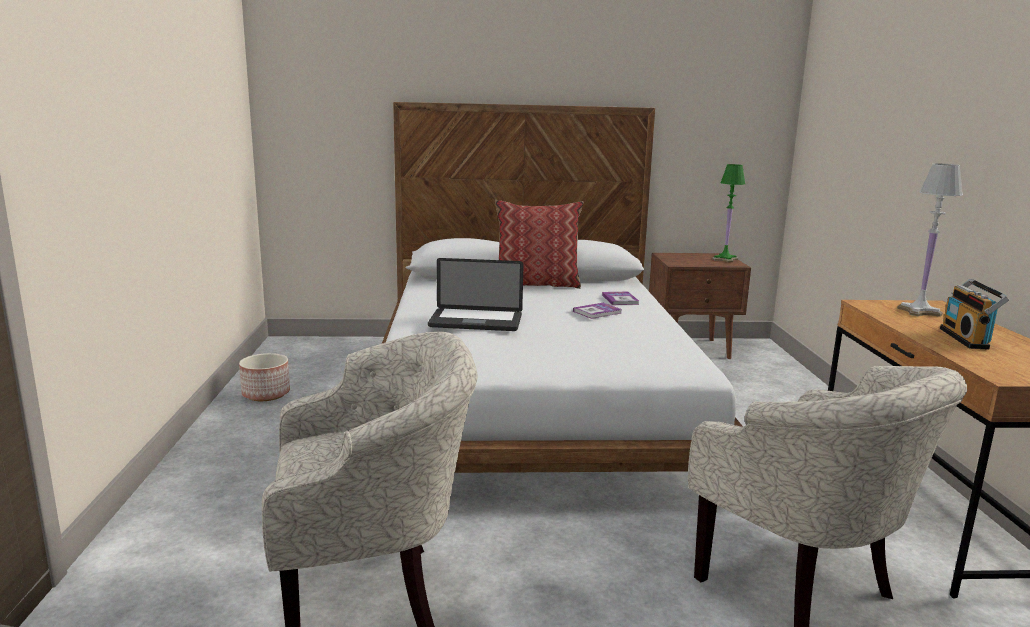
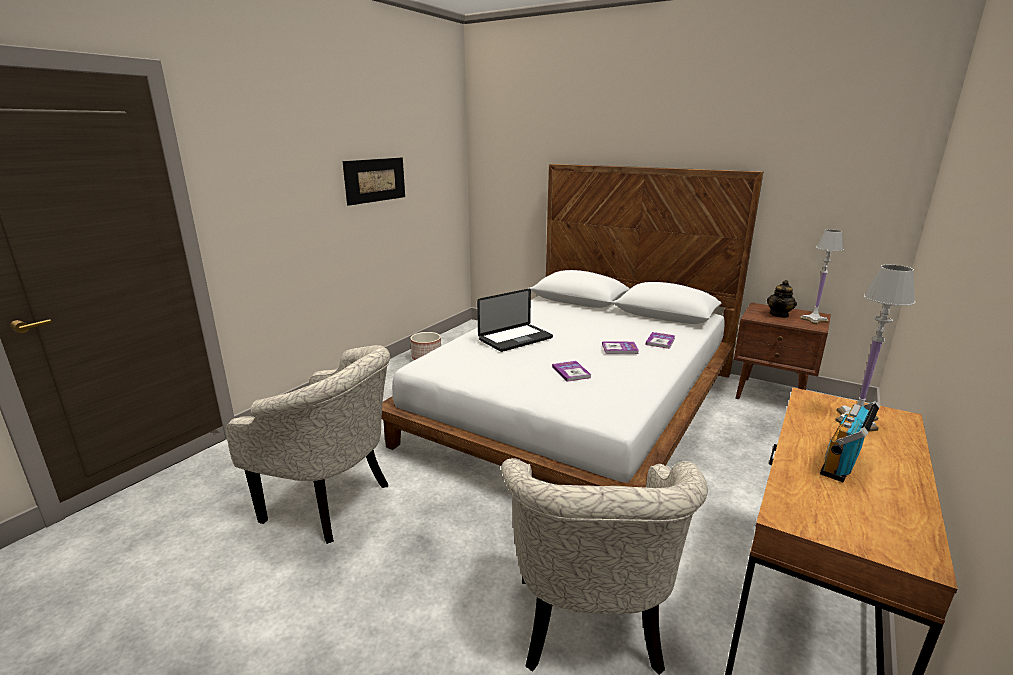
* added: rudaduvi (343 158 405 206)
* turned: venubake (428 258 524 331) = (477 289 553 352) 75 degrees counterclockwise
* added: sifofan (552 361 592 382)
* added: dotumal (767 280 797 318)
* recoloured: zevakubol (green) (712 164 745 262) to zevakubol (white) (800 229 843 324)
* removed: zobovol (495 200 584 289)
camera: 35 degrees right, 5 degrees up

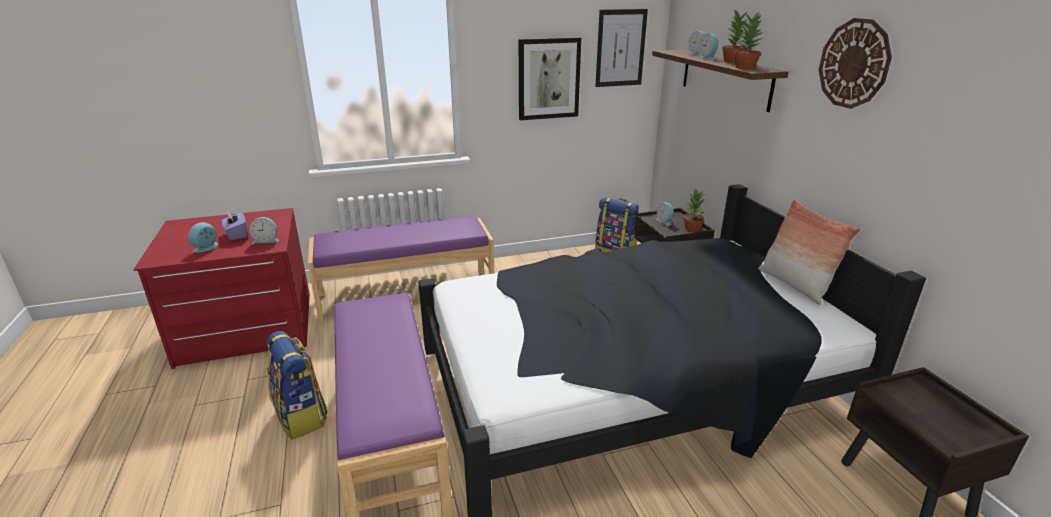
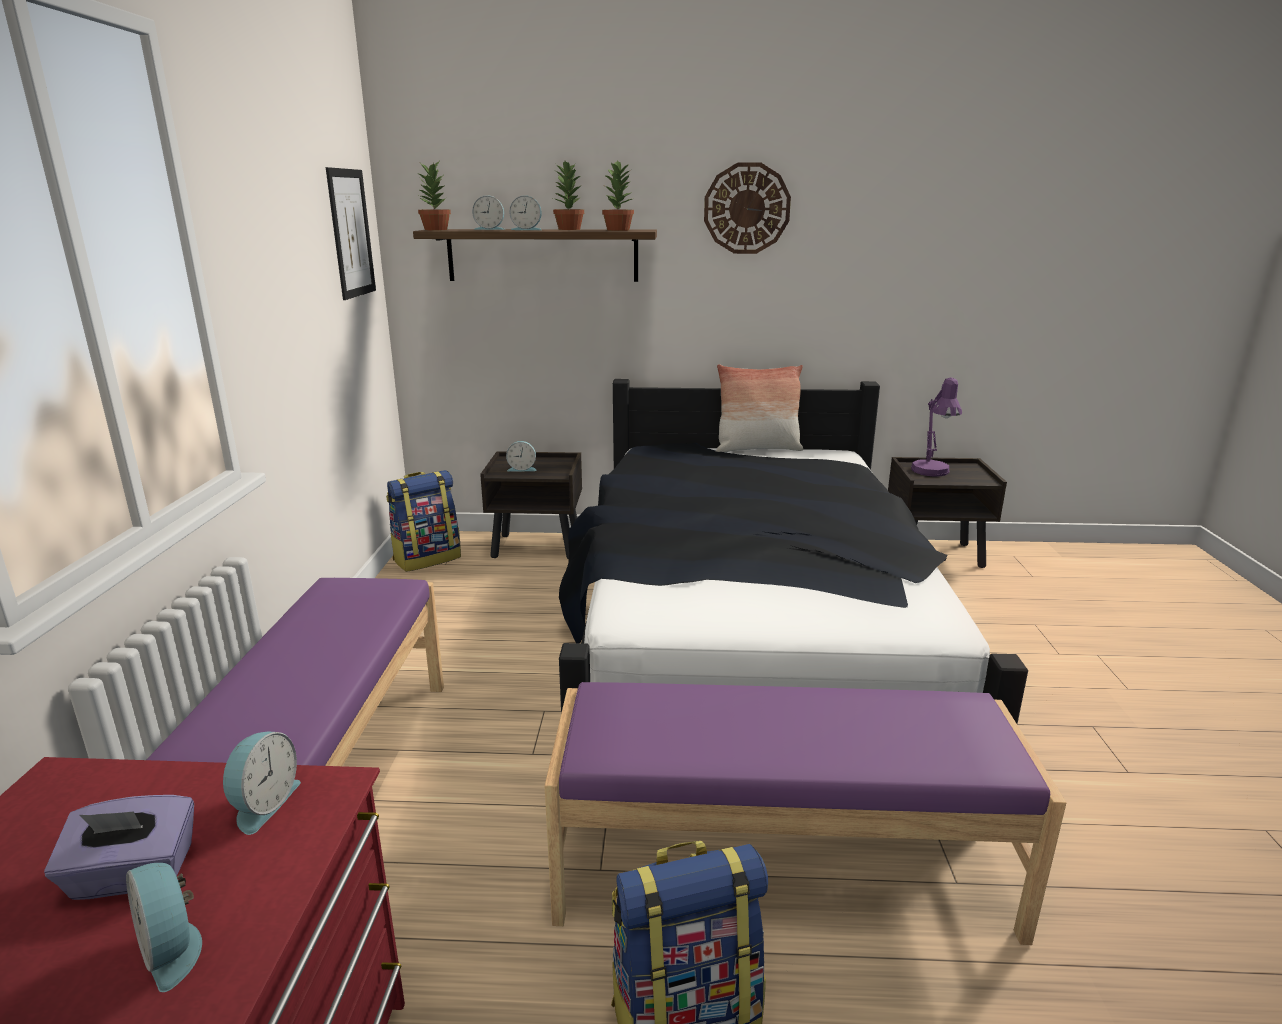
* moved: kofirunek (683 189 706 232) to (416 162 451 230)
* added: zevakubol (purple) (911 377 962 477)
* removed: rudaduvi (519 37 581 120)
camera: 70 degrees left, 5 degrees down

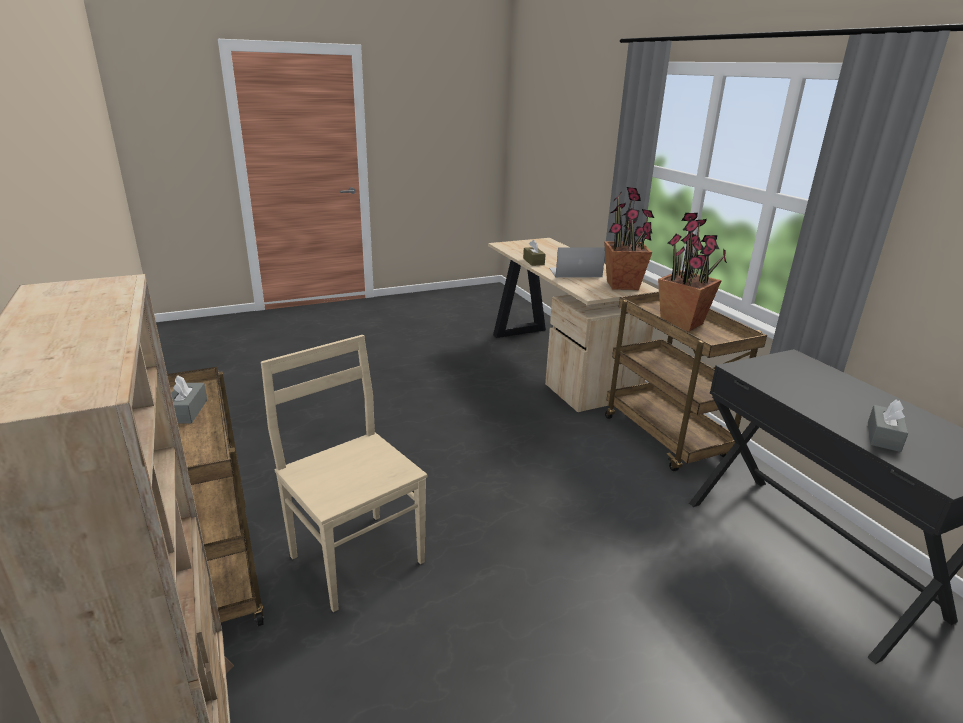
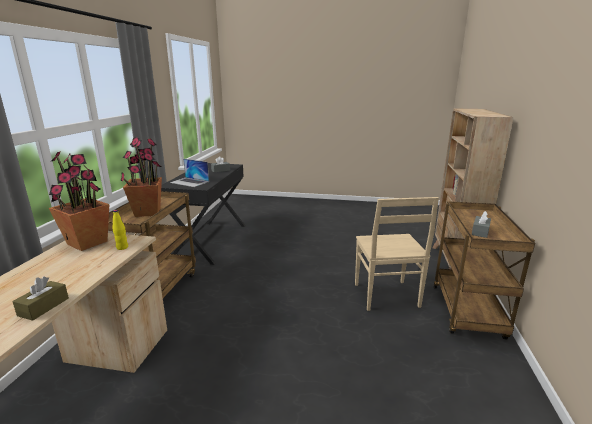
* added: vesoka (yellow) (113 210 128 250)
* moved: venubake (549 247 605 278) to (170 159 209 187)
camera: 145 degrees left, 5 degrees down

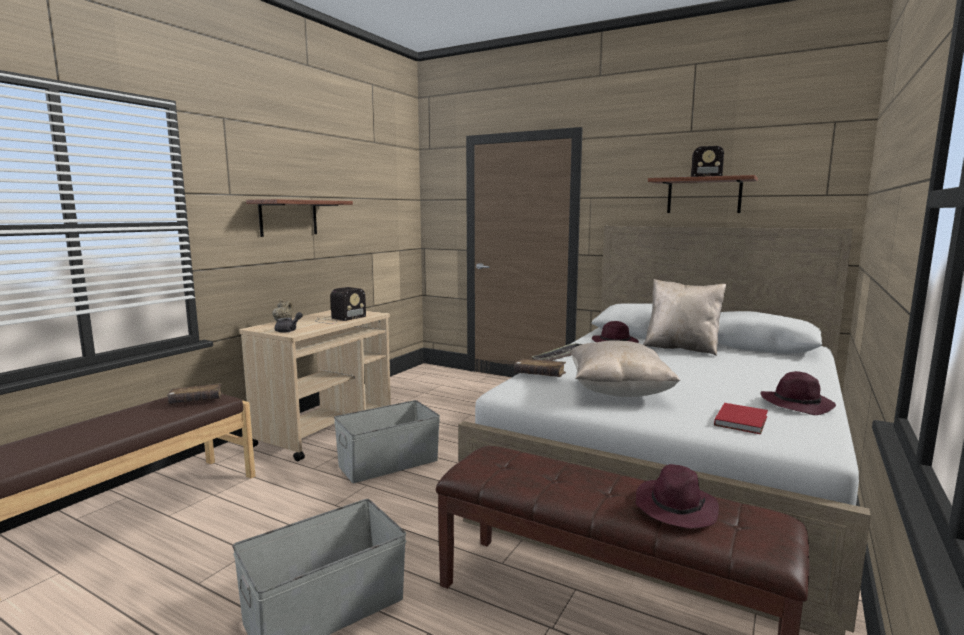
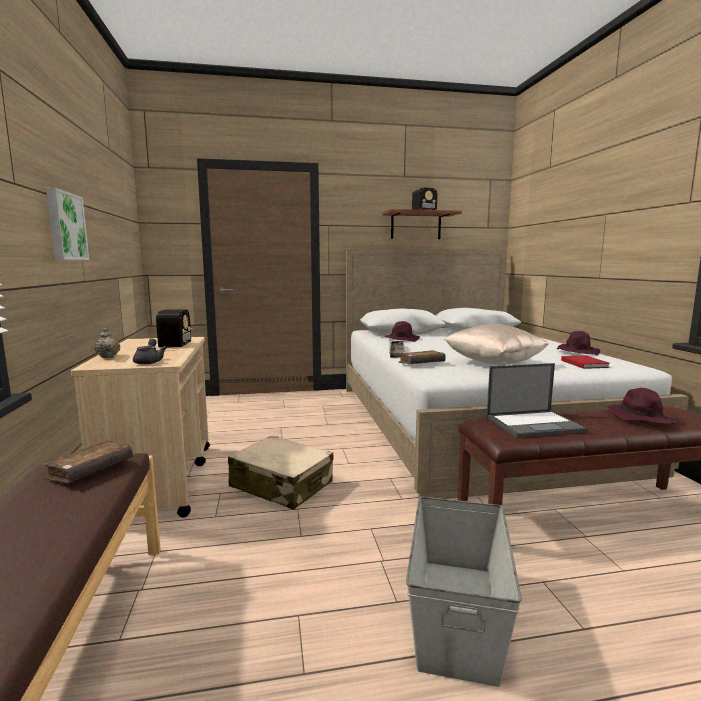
* replaced: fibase (246 199 353 237) to rudaduvi (46 188 89 260)
* replaced: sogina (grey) (334 400 440 483) to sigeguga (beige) (228 435 333 510)
* added: venubake (487 363 588 438)
* removed: zobovol (beige) (643 279 727 356)
camera: 40 degrees left, 0 degrees up

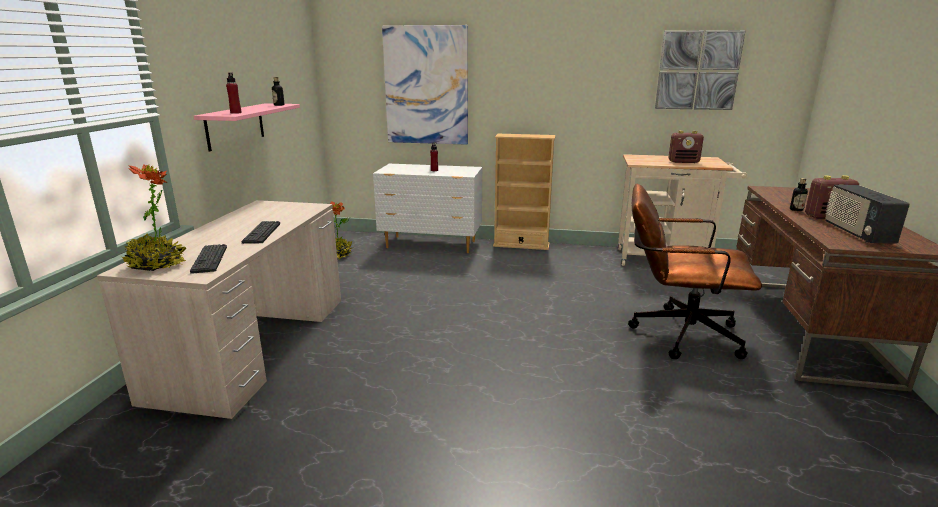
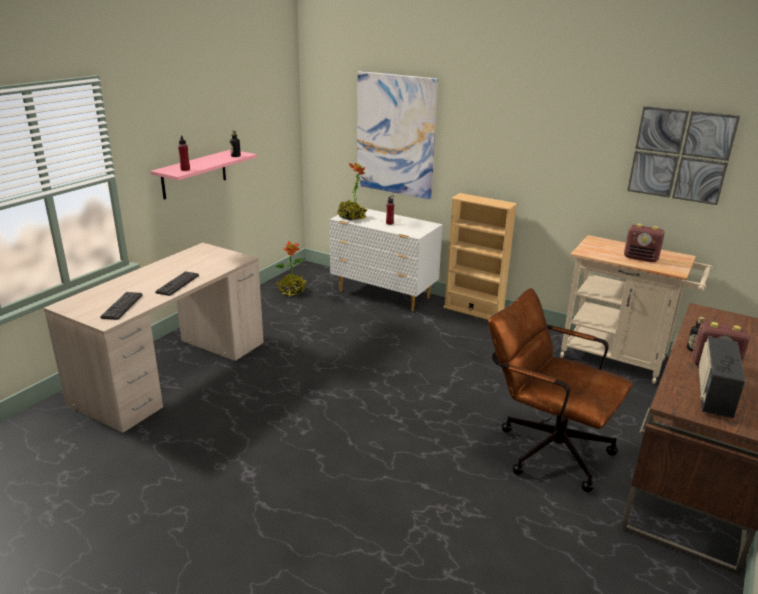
* moved: kofirunek (122 165 187 271) to (336 163 368 220)
camera: 20 degrees right, 5 degrees up

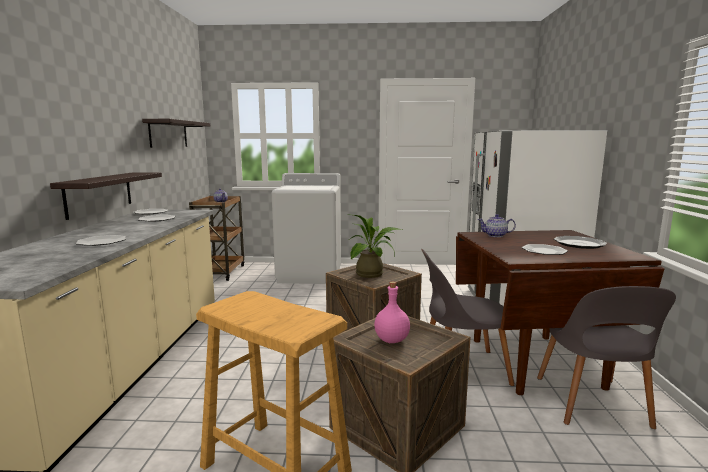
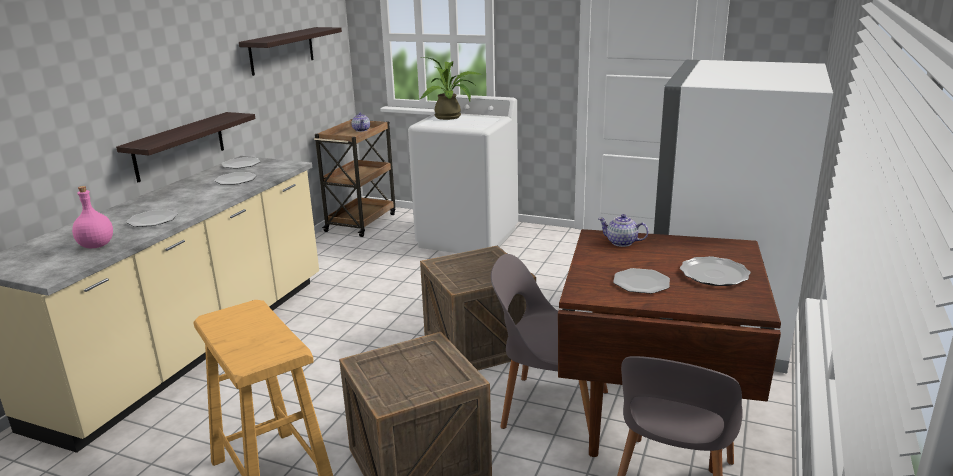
* moved: vesoka (pink) (374 282 410 343) to (72 186 113 248)
* moved: kofirunek (350 215 402 278) to (420 57 483 120)
camera: 20 degrees right, 10 degrees up

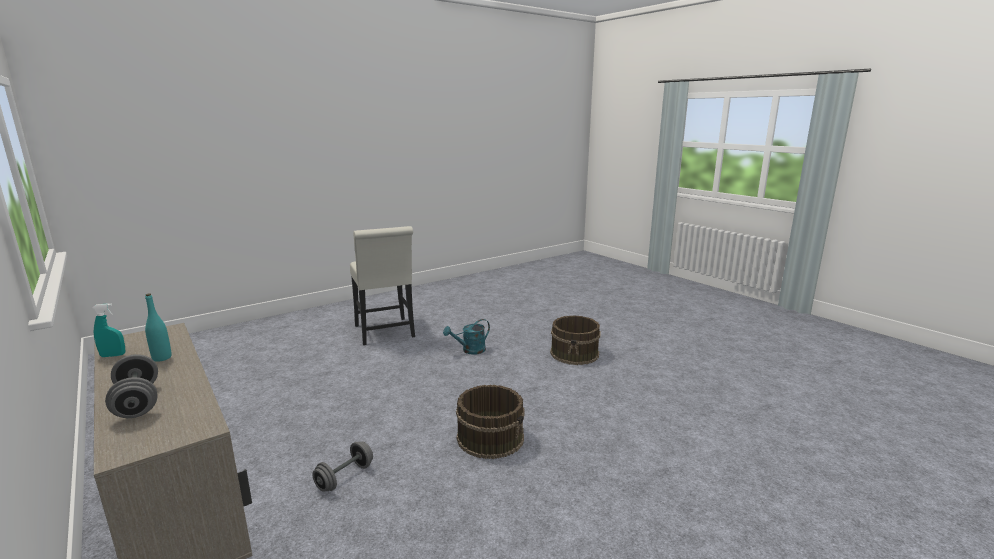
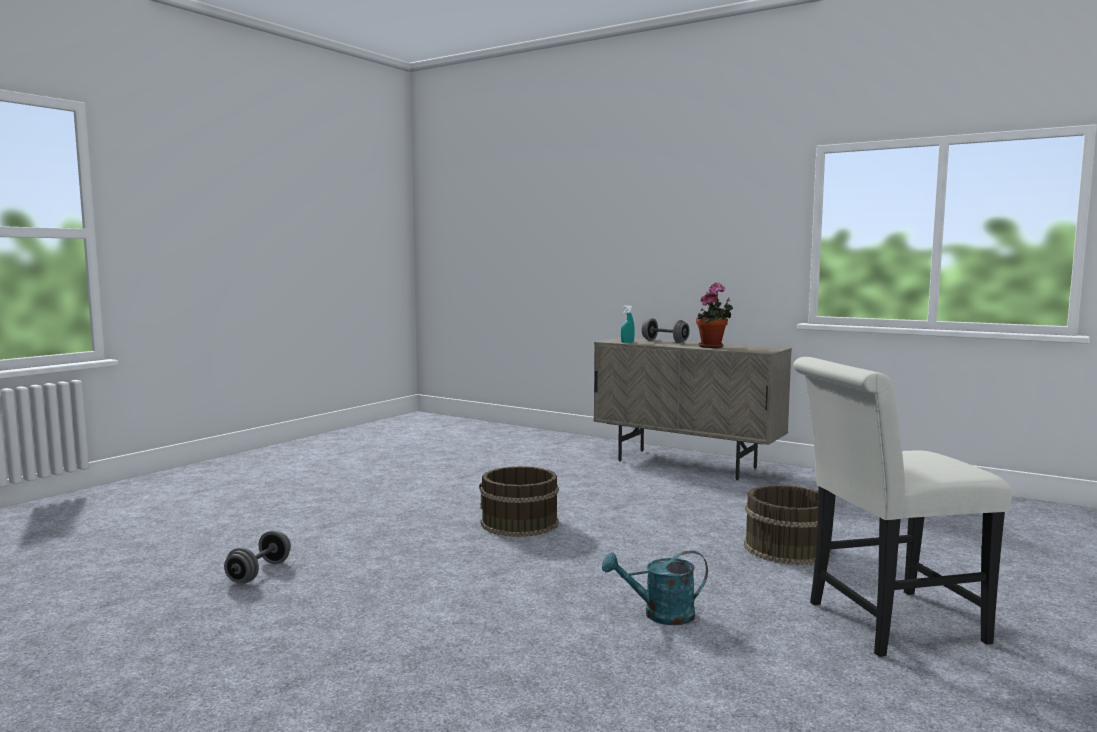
* moved: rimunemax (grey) (312 441 373 492) to (224 530 291 583)
* turned: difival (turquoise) (443 319 490 355) = (602 550 708 625) 135 degrees counterclockwise
* moved: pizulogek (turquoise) (92 303 125 357) to (621 305 635 343)
* replaced: vesoka (turquoise) (145 293 172 362) to kofirunek (696 282 733 348)
* moved: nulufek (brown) (550 315 601 365) to (744 485 832 565)
* turned: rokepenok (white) (350 226 415 345) = (793 357 1012 657) 60 degrees counterclockwise
camera: 160 degrees right, 10 degrees down

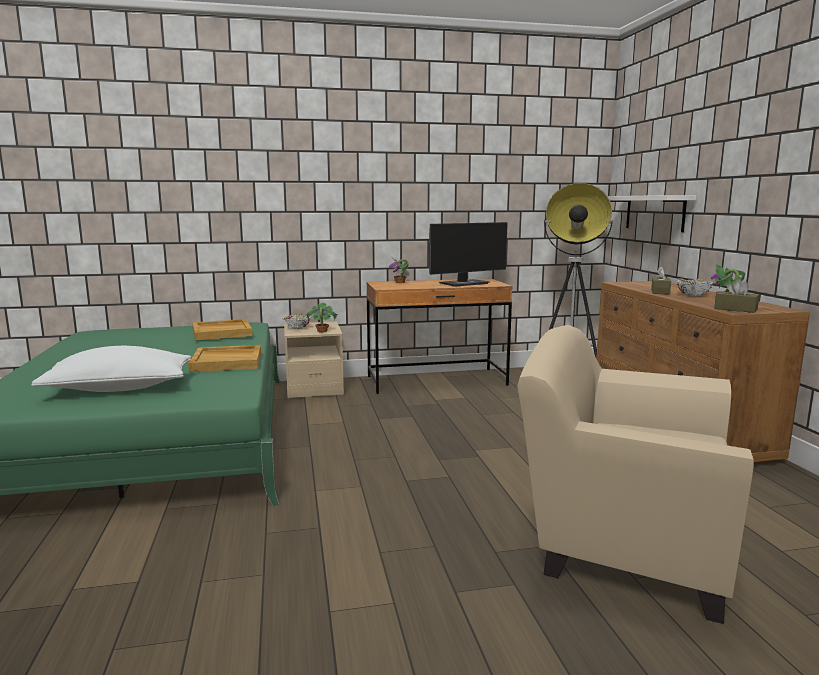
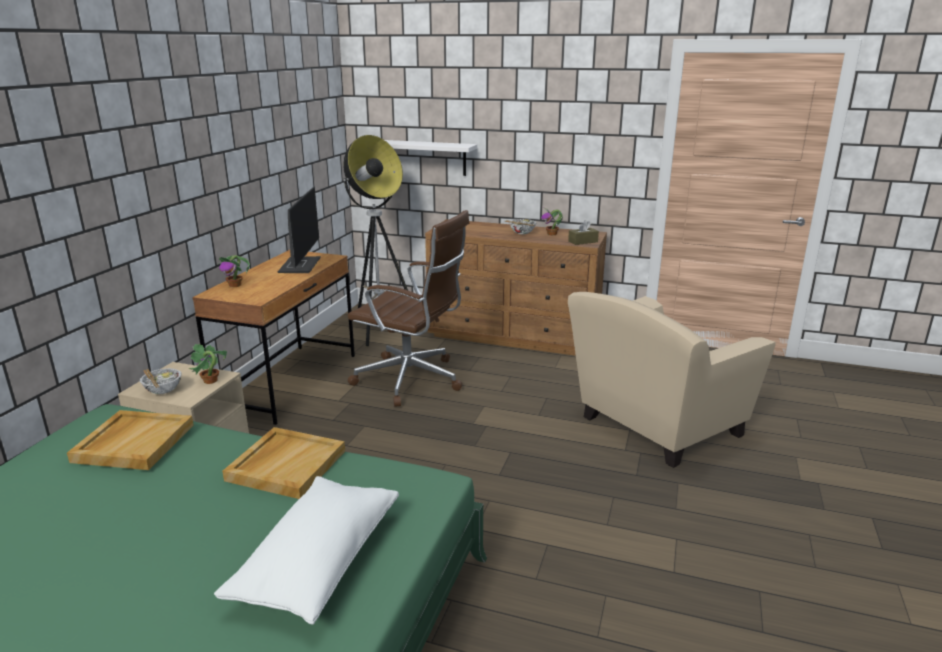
* added: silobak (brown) (348 210 469 407)
* removed: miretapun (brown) (651 266 671 295)
camera: 60 degrees left, 10 degrees up

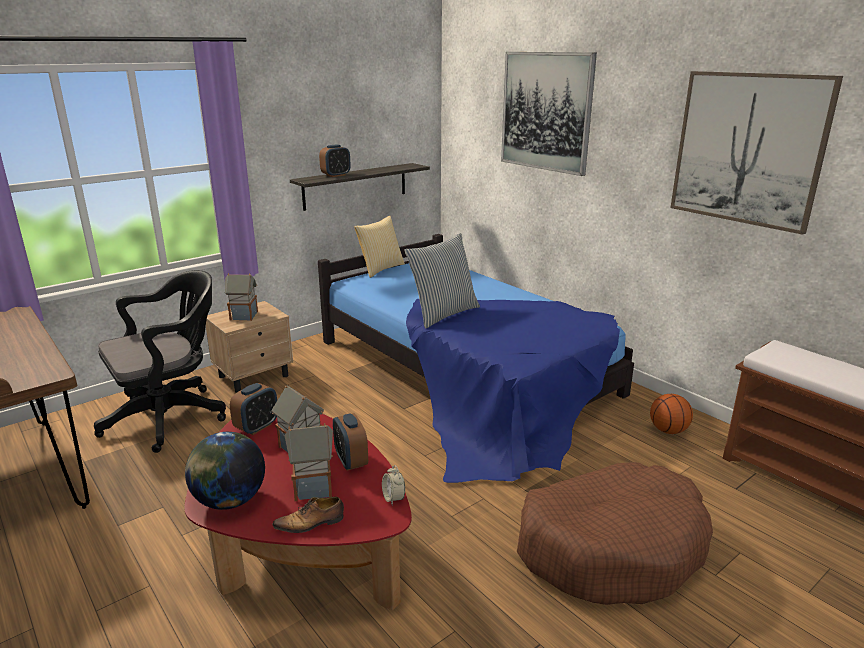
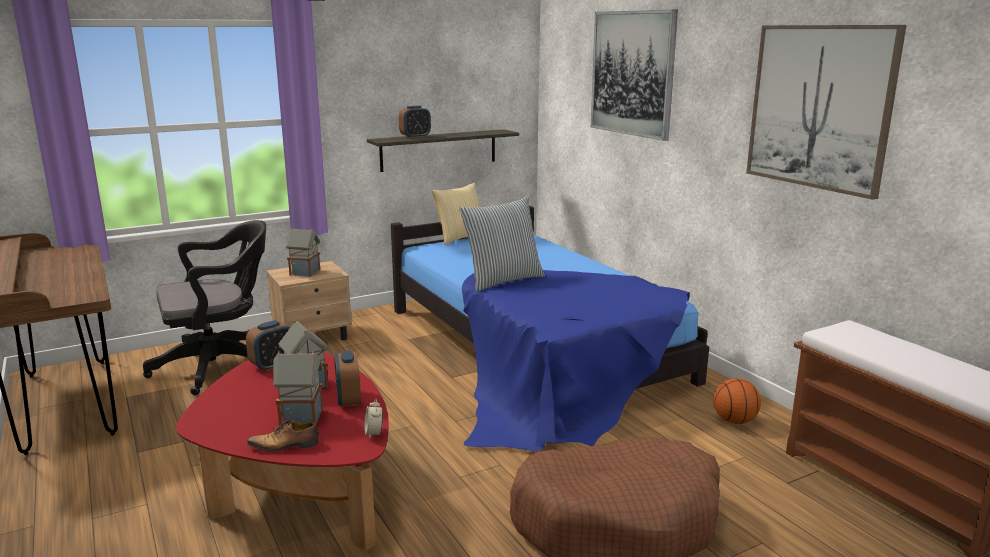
* removed: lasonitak (185 432 265 510)
camera: 10 degrees right, 5 degrees down

